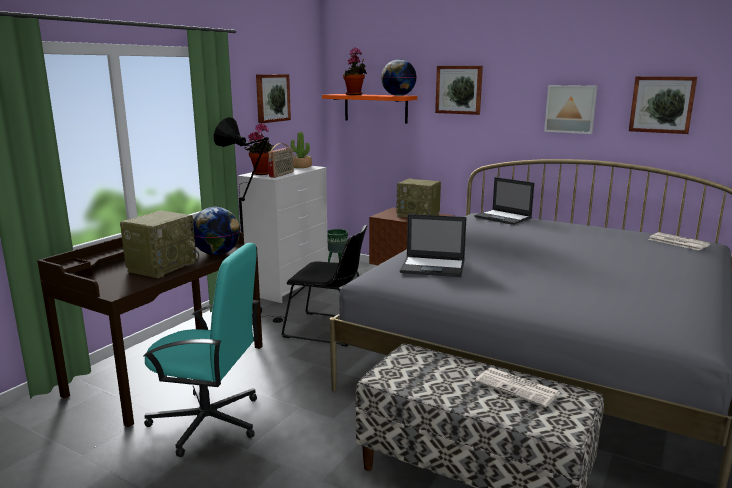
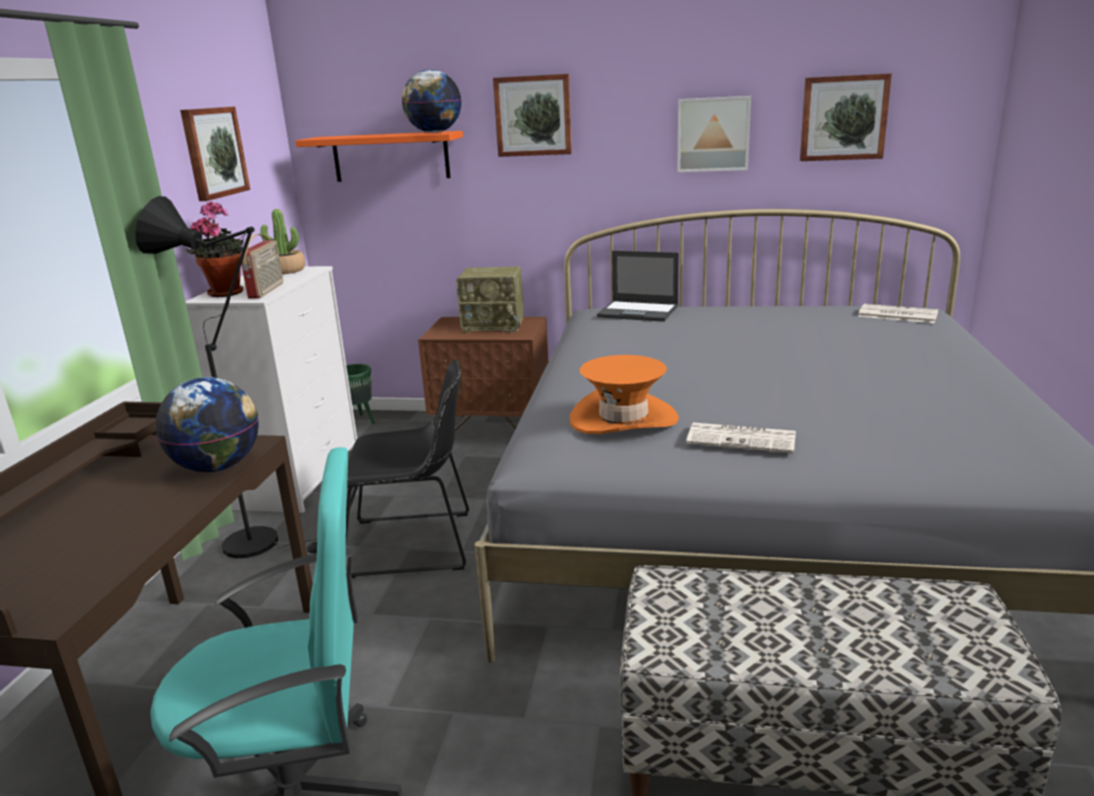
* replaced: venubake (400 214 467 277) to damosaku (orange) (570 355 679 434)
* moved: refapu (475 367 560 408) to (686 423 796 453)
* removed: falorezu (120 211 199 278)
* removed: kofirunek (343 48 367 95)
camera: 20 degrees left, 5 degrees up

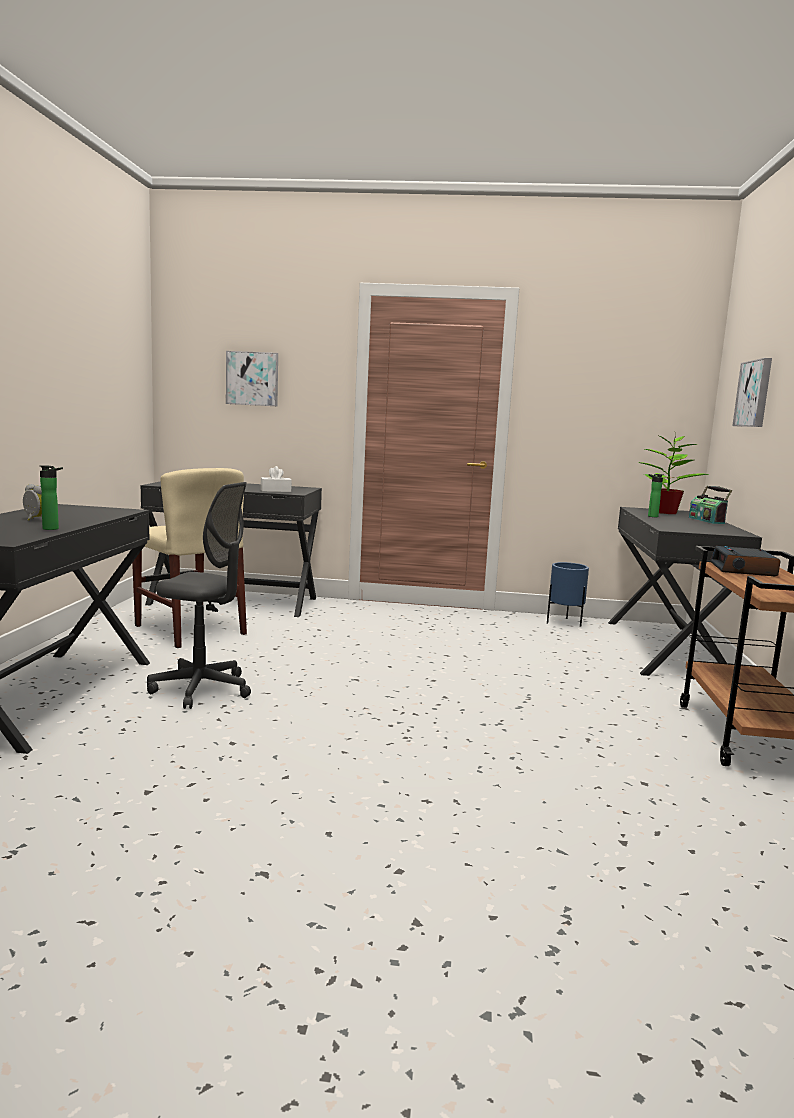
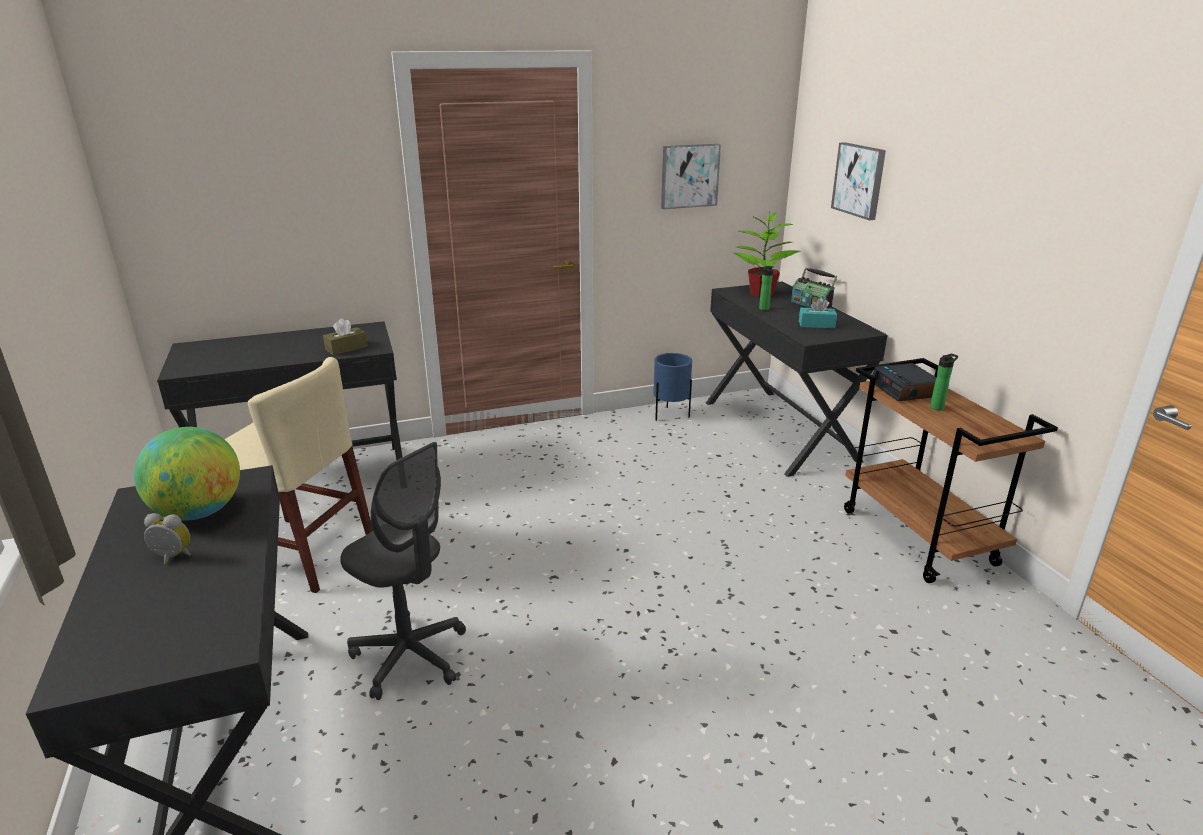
* added: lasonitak (134 427 240 521)
* recoloured: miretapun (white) (261 466 292 492) to miretapun (brown) (323 318 368 355)
* turned: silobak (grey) (147 482 251 709) = (340 442 466 700) 45 degrees clockwise
* moved: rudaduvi (226 351 278 406) to (661 144 721 209)
* added: miretapun (turquoise) (799 297 837 329)
* moved: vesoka (40 465 63 530) to (930 353 958 410)
camera: 25 degrees left, 15 degrees up

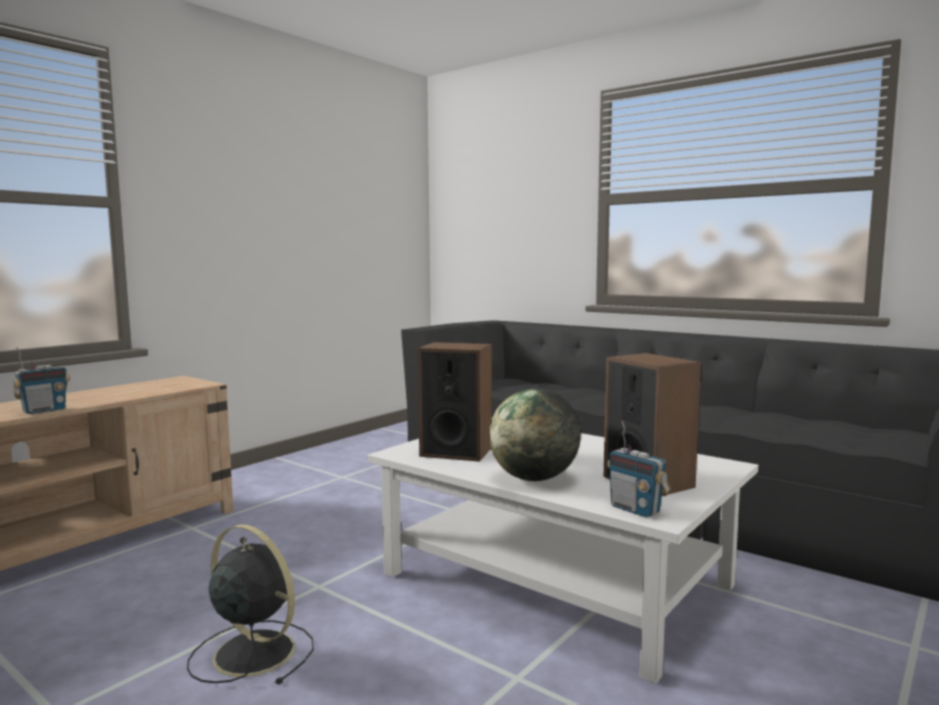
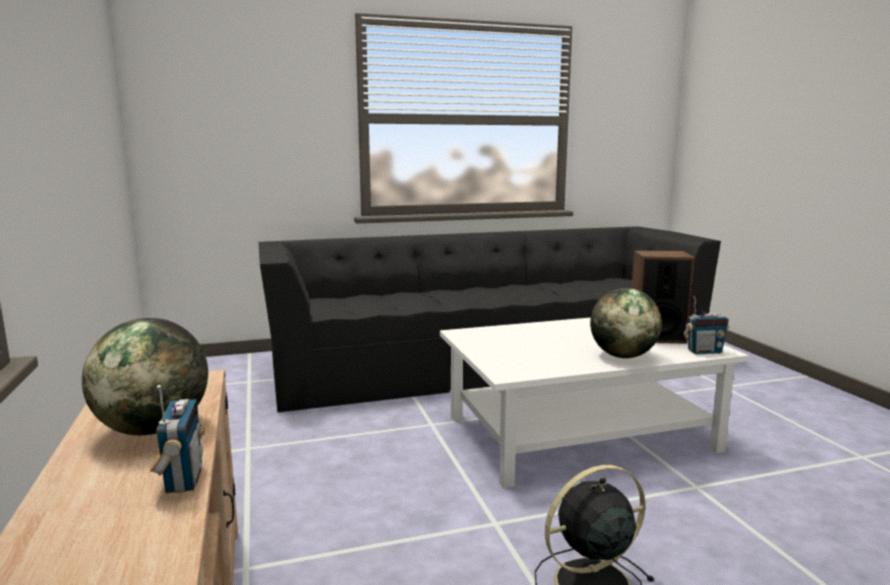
* added: lasonitak (82 318 208 435)
* removed: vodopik (418 342 492 462)
camera: 55 degrees left, 5 degrees up

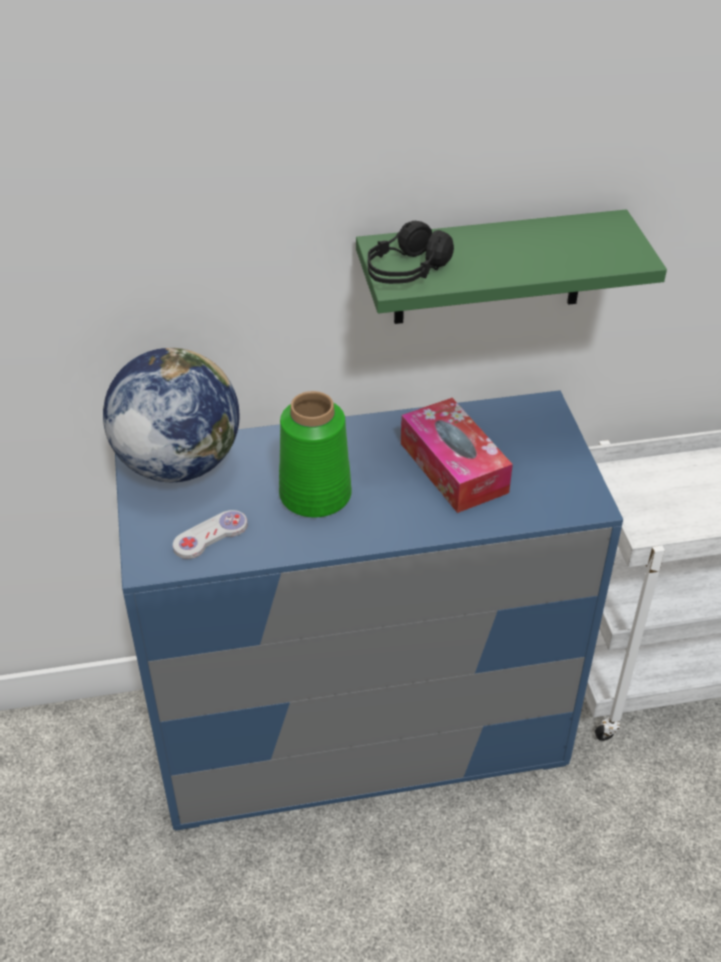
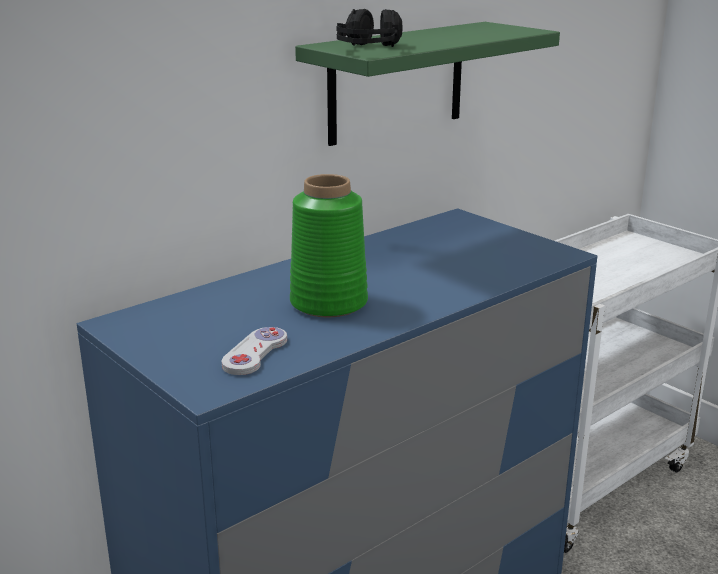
* removed: lasonitak (103 348 240 482)
* removed: miretapun (401 398 513 513)
camera: 30 degrees left, 20 degrees down

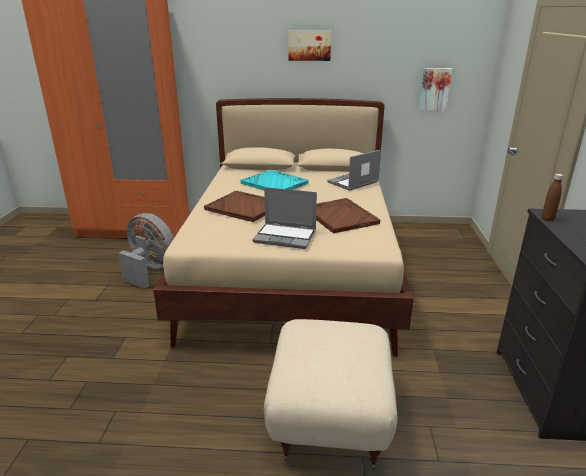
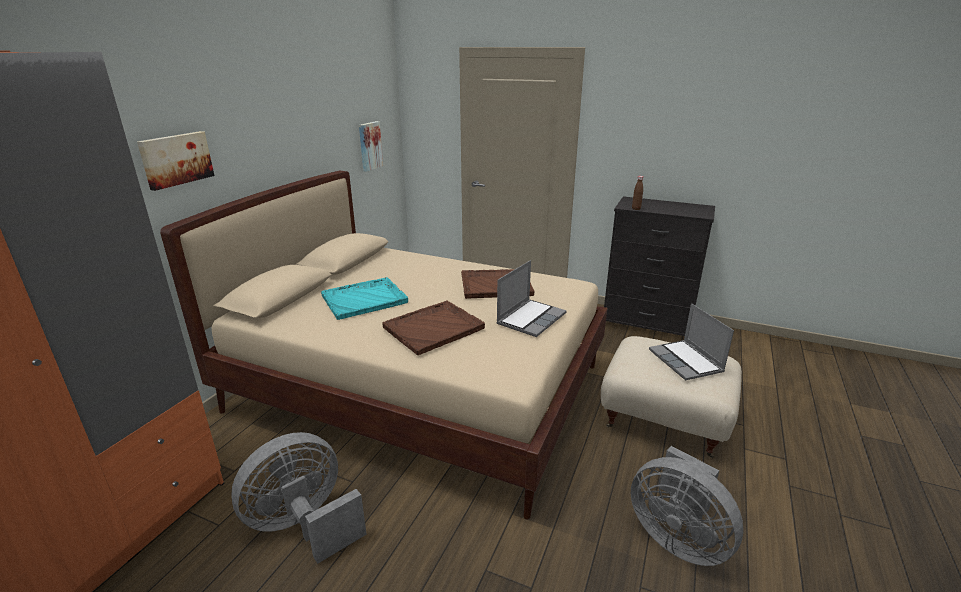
* moved: rudaduvi (288 31 331 61) to (137 131 214 191)
* added: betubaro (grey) (631 446 743 566)
* moved: venubake (327 150 381 191) to (649 303 734 380)
camera: 70 degrees left, 0 degrees up

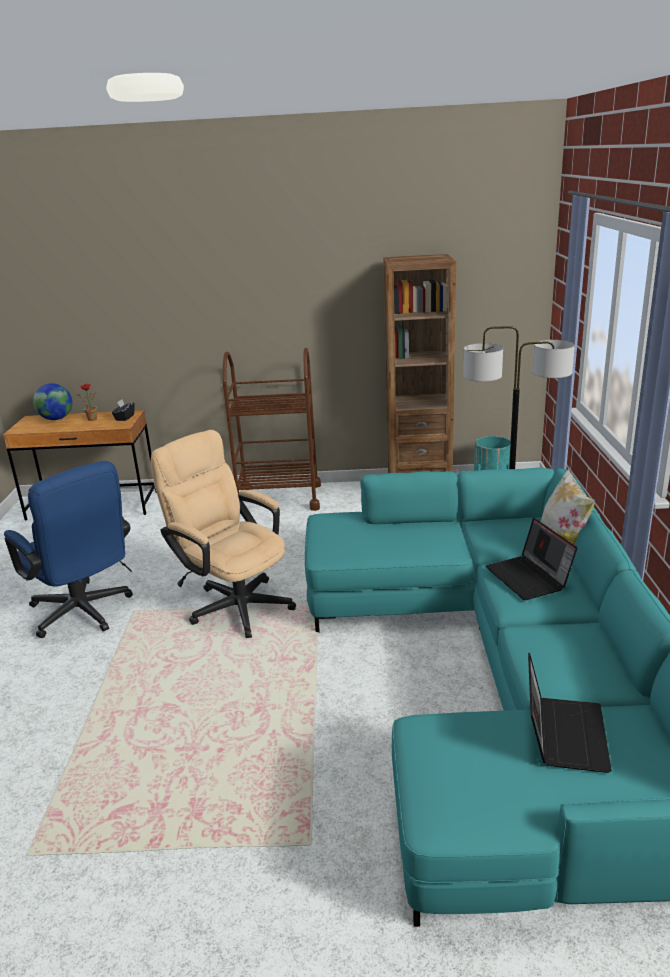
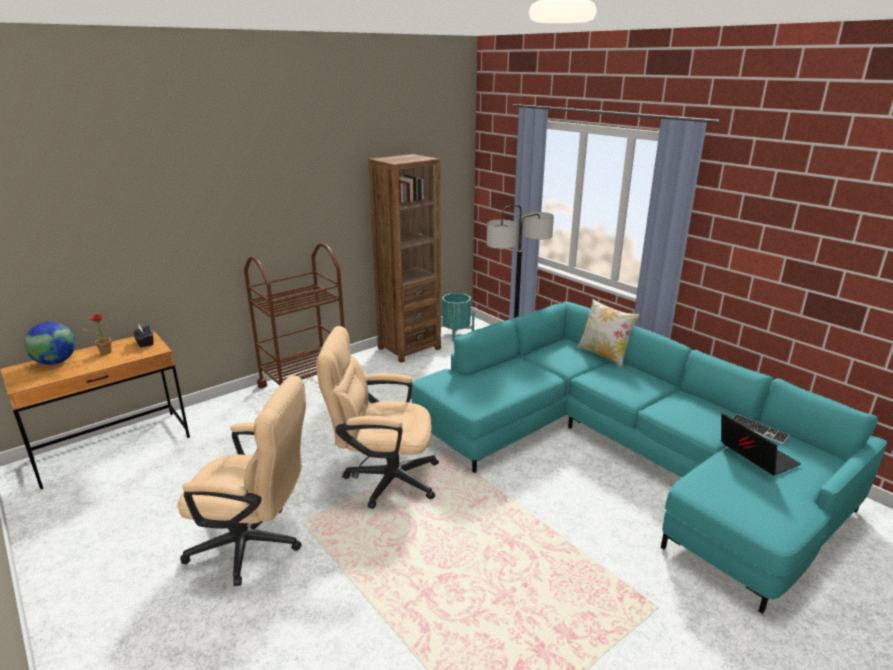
* recoloured: silobak (blue) (4 461 133 638) to silobak (beige) (177 375 306 586)
* added: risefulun (732 414 790 444)
* removed: venubake (486 518 577 600)
camera: 40 degrees left, 0 degrees up

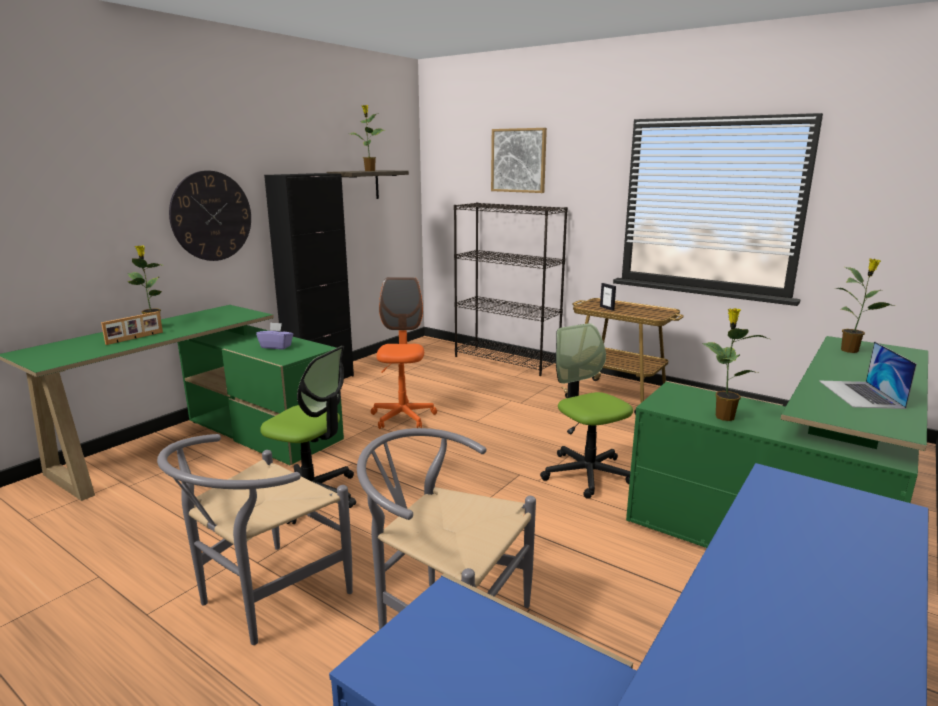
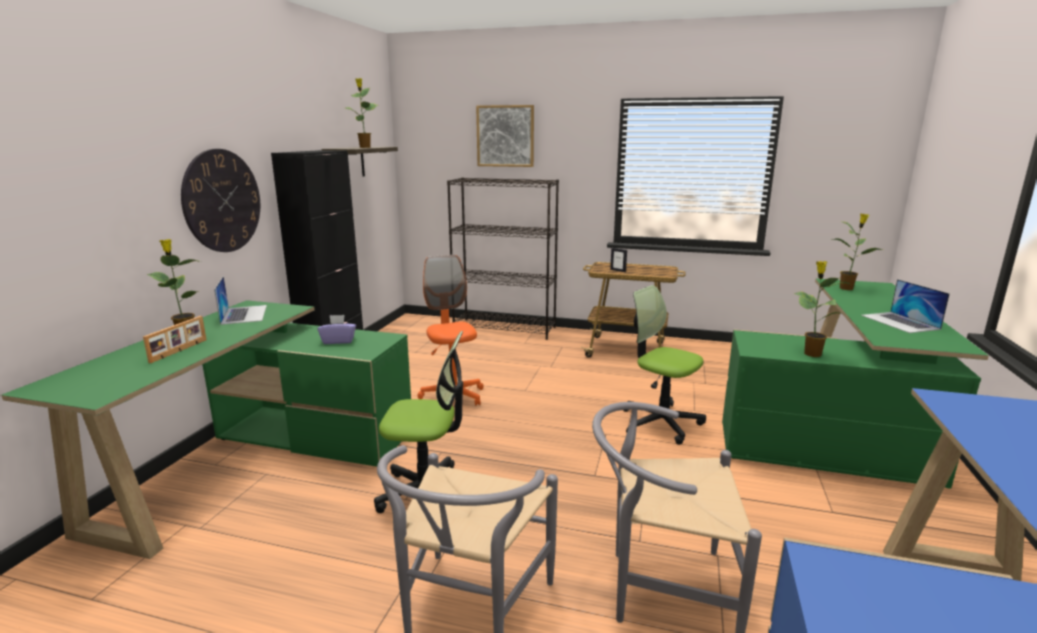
* added: venubake (214 276 267 325)
camera: 20 degrees left, 0 degrees up

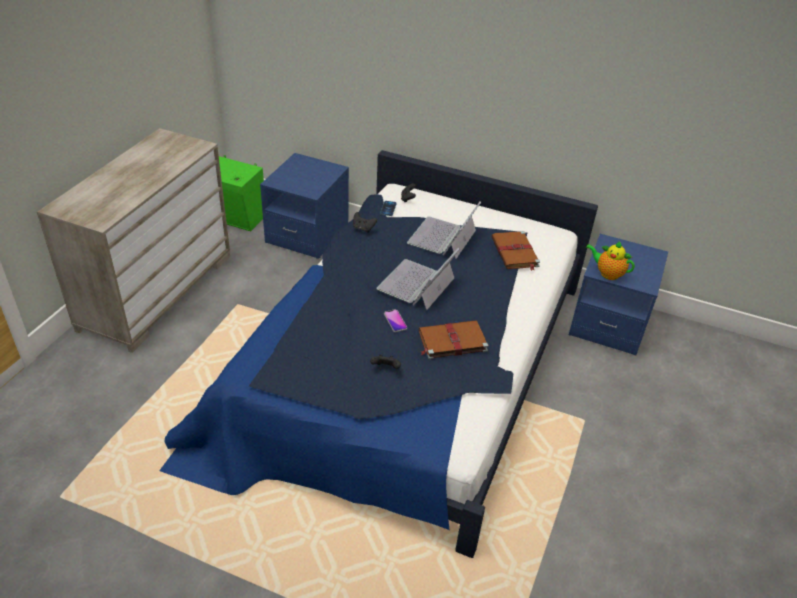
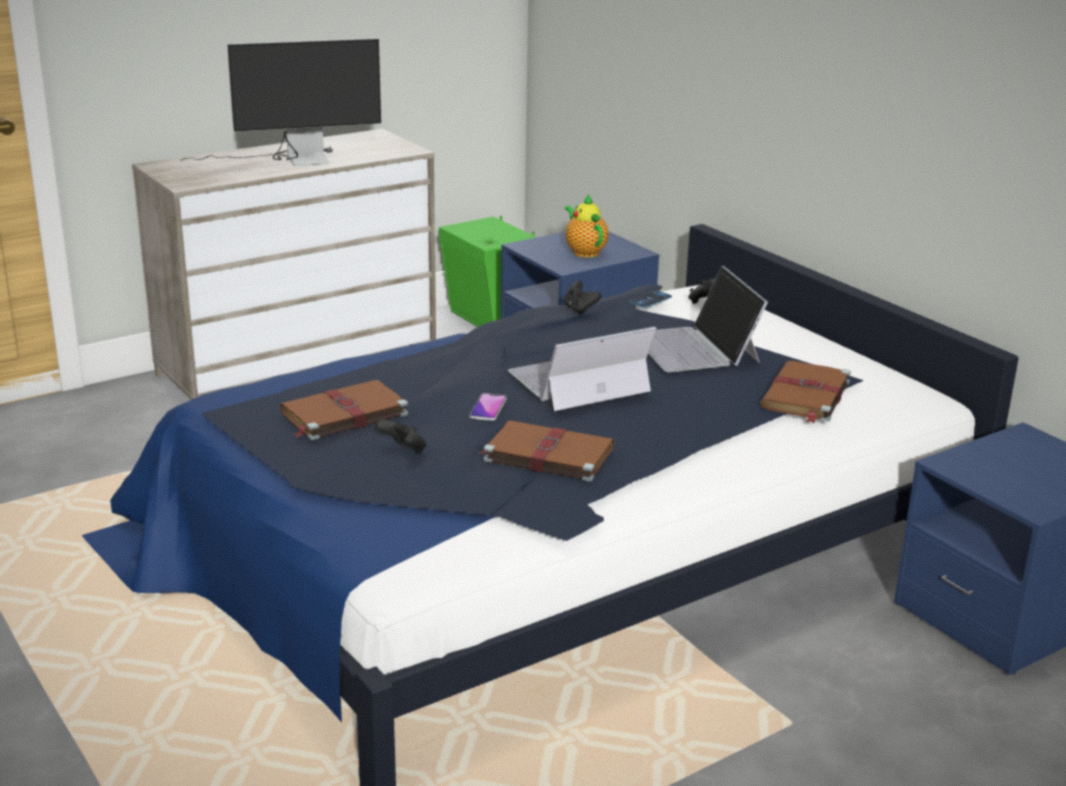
* added: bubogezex (180 38 381 166)
* added: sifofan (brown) (280 380 408 440)
* moved: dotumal (586 242 635 280) to (565 194 609 258)
* turned: venubake (407 202 481 259) = (648 266 768 373) 75 degrees counterclockwise
camera: 35 degrees right, 15 degrees down

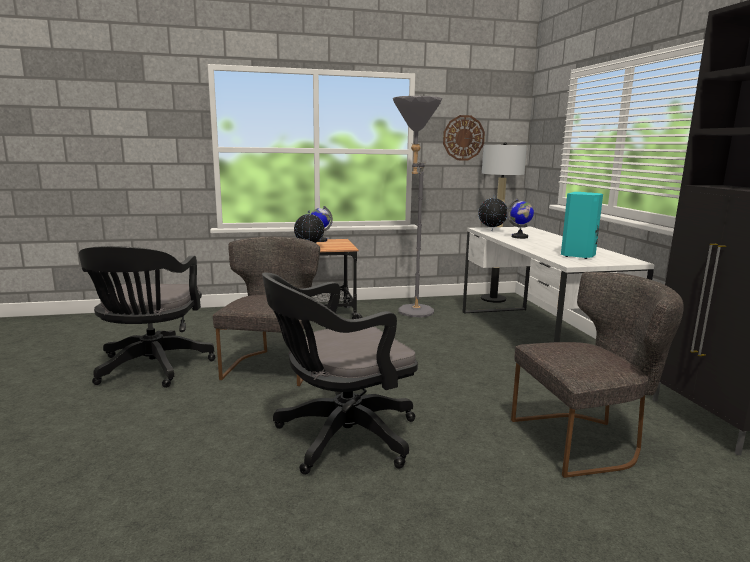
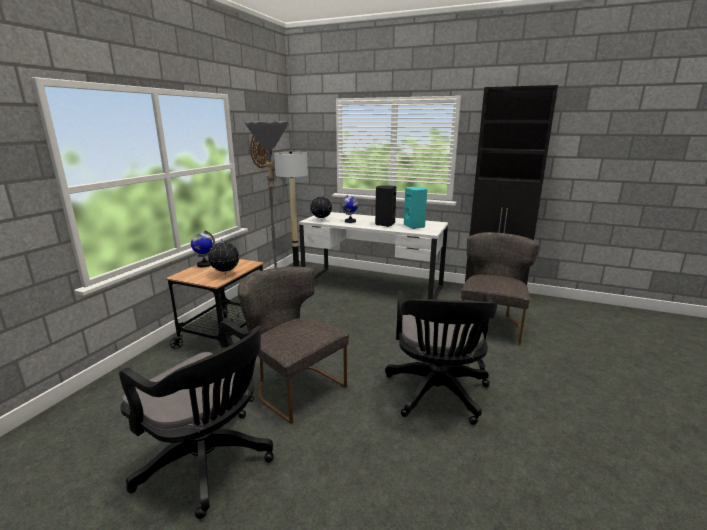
* added: vodopik (black) (375 185 396 227)
camera: 55 degrees left, 5 degrees up

